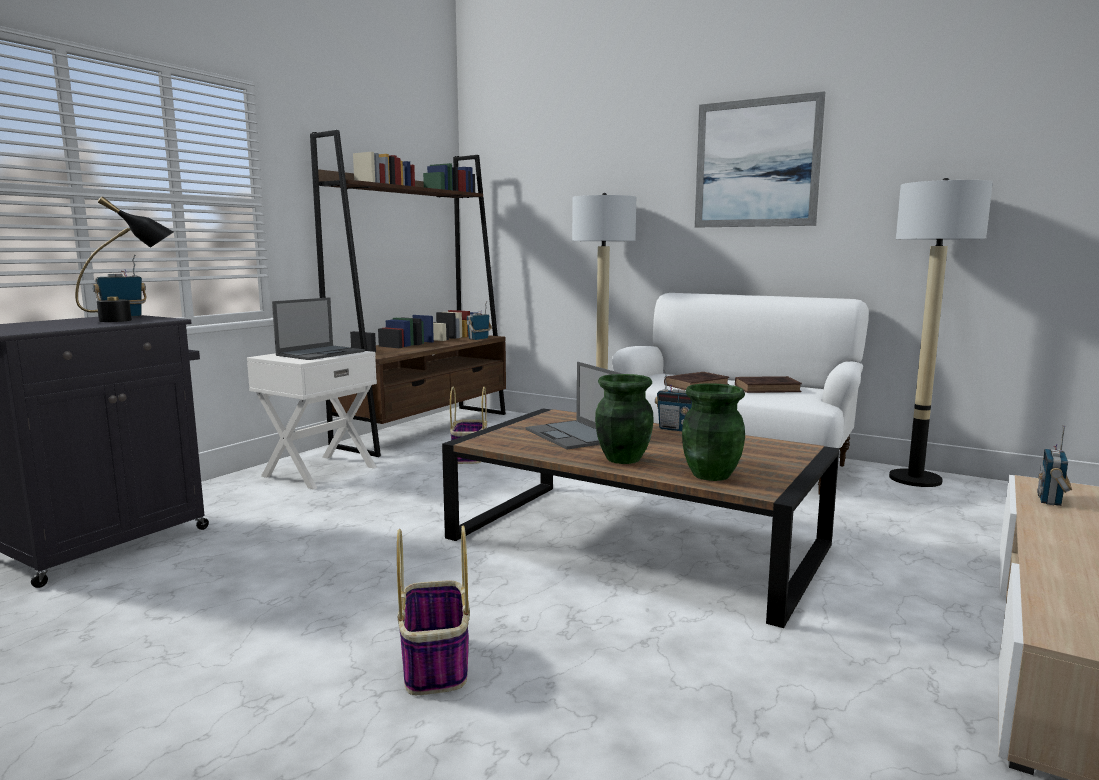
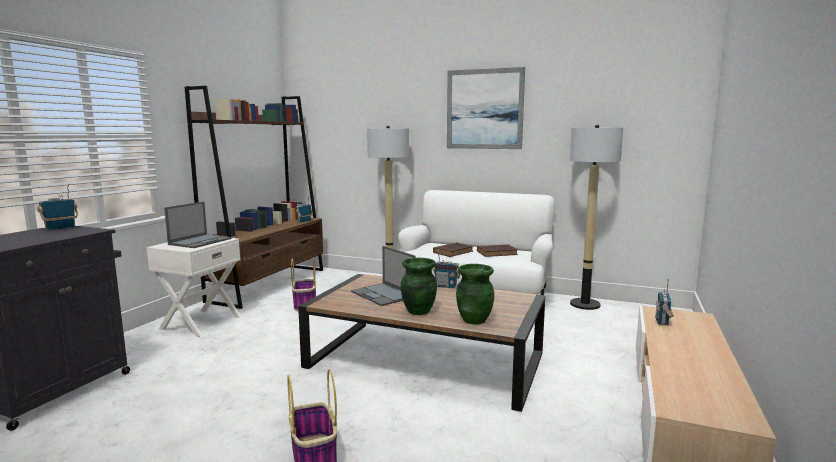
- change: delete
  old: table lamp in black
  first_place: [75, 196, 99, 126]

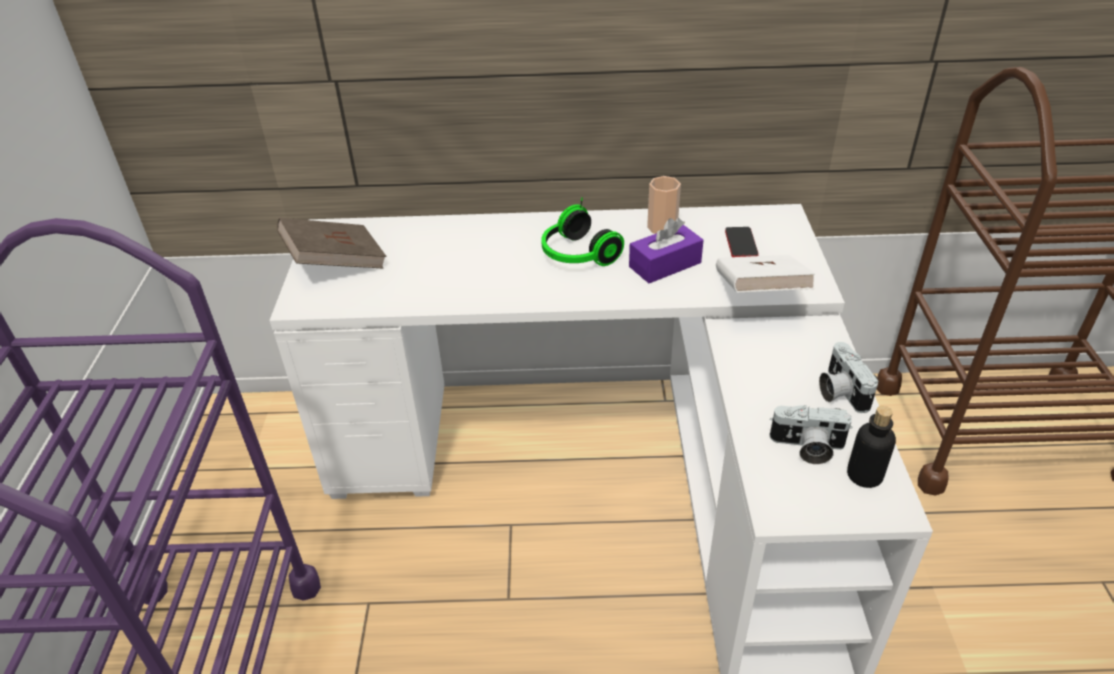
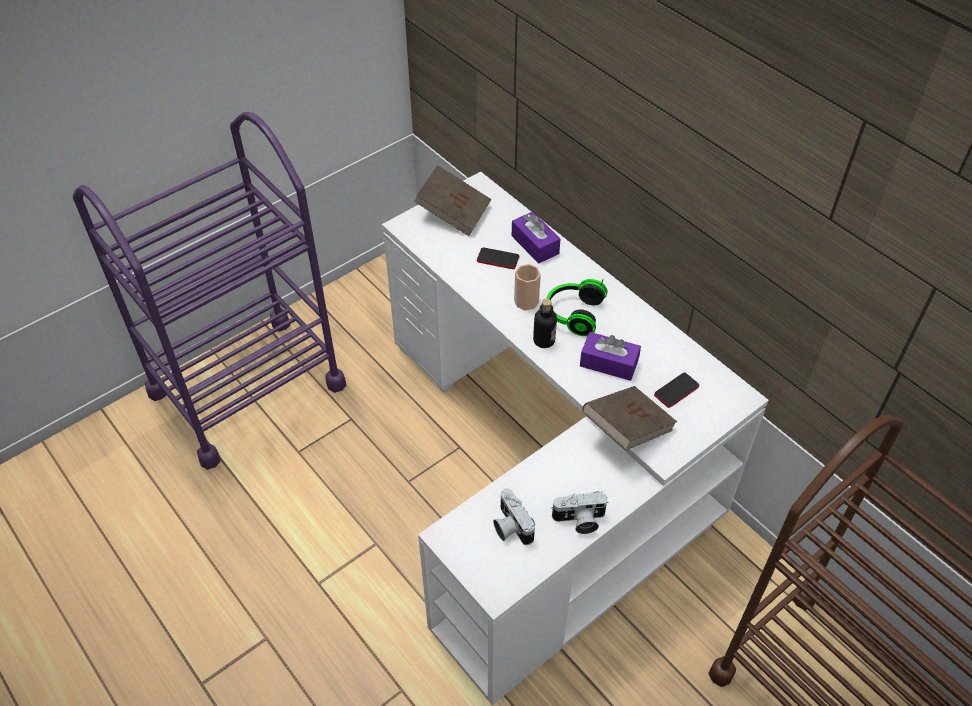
- change: insert
  new: phone
  second_place: [477, 248, 42, 21]
- change: insert
  new: tissue box in purple
  second_place: [512, 211, 48, 52]
- change: move
  old: cup
  first_place: [647, 176, 34, 58]
  second_place: [514, 264, 27, 47]
- change: move
  old: bottle
  first_place: [847, 406, 49, 82]
  second_place: [533, 299, 24, 49]
- change: recolor
  old: book in white
  new: book in brown
  first_place: [716, 255, 99, 38]
  second_place: [582, 386, 95, 64]
- change: rotate
  old: photo camera
  first_place: [819, 342, 59, 71]
  second_place: [551, 491, 57, 43]
  degrees: -135

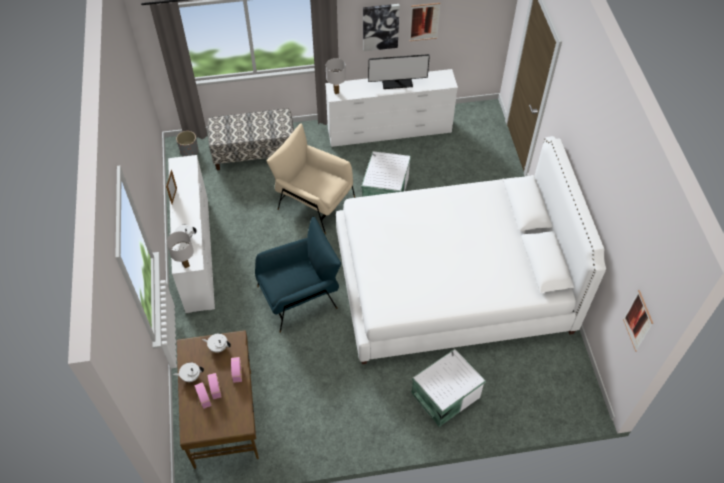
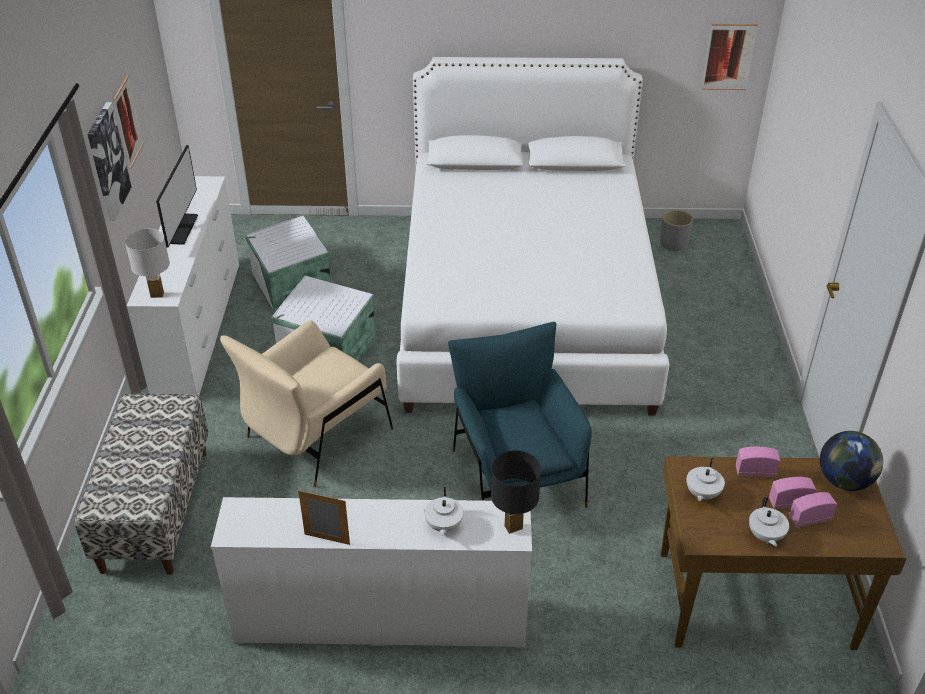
- change: insert
  new: globe
  second_place: [820, 431, 63, 60]
- change: move
  old: planter in grey
  first_place: [176, 131, 22, 25]
  second_place: [660, 210, 33, 41]
- change: move
  old: storage box in white
  first_place: [411, 349, 75, 78]
  second_place: [245, 216, 86, 97]
- change: recolor
  old: table lamp in white
  new: table lamp in black
  first_place: [166, 231, 28, 37]
  second_place: [491, 450, 50, 84]

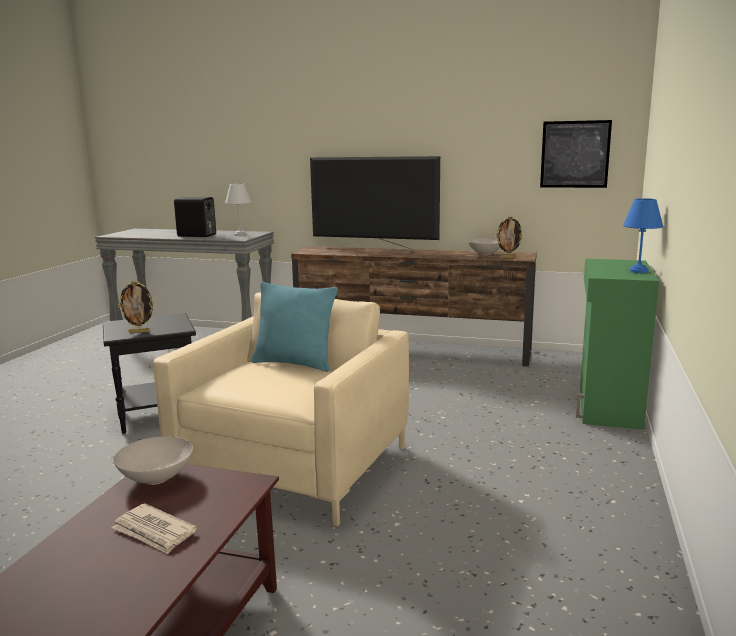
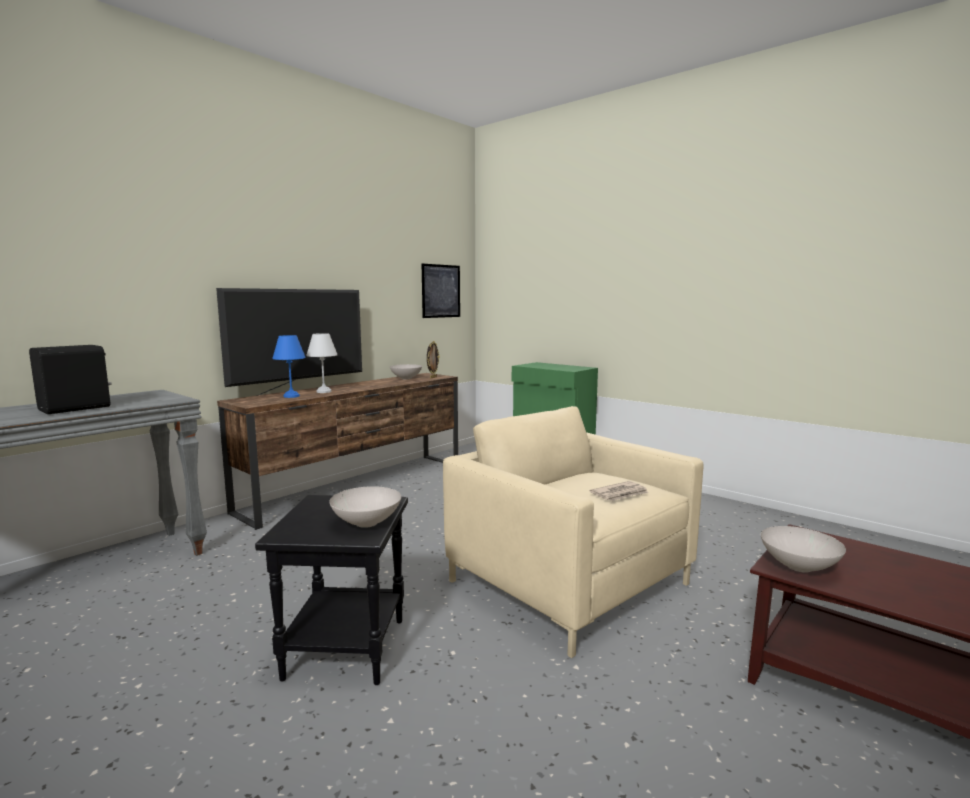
- change: delete
  old: pillow in turquoise
  first_place: [251, 282, 87, 90]
- change: move
  old: newspaper
  first_place: [112, 503, 85, 51]
  second_place: [590, 481, 59, 20]
- change: move
  old: table lamp in white
  first_place: [225, 183, 27, 53]
  second_place: [306, 333, 31, 60]
- change: move
  old: table lamp in blue
  first_place: [623, 198, 40, 75]
  second_place: [272, 335, 34, 63]
- change: replace
  old: picture frame
  new: bowl in white
  first_place: [118, 280, 37, 53]
  second_place: [329, 486, 72, 42]

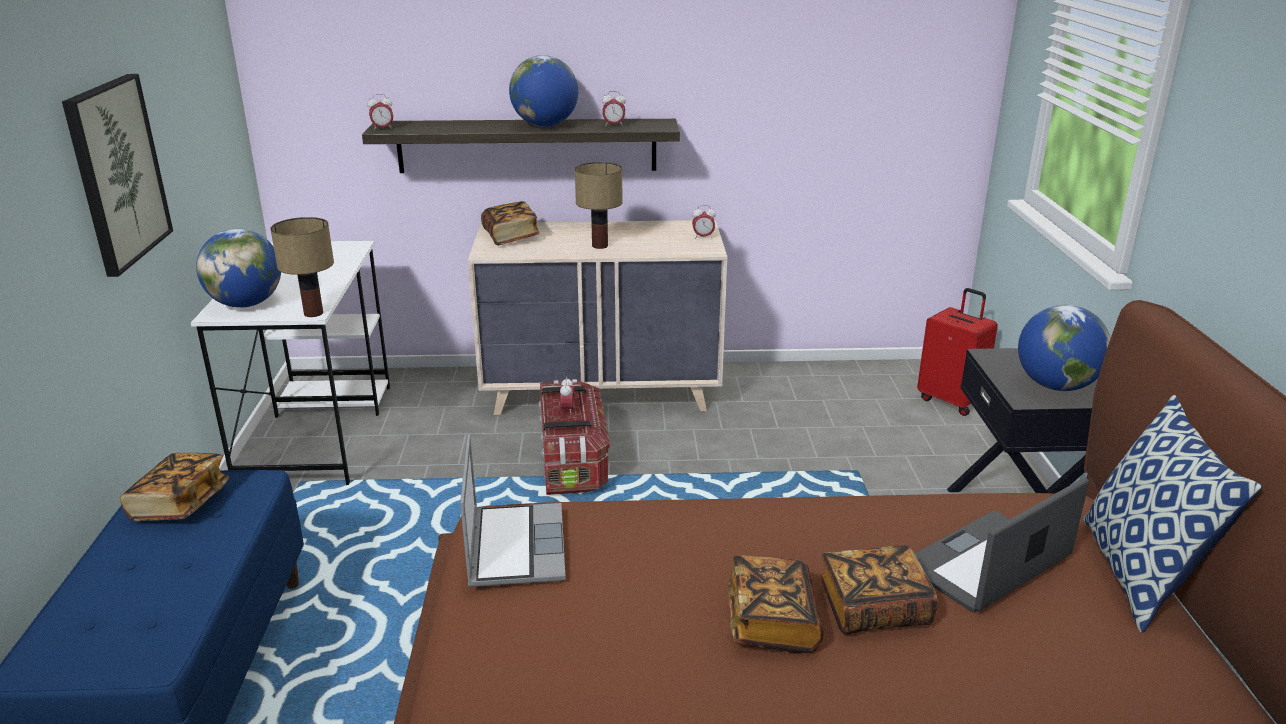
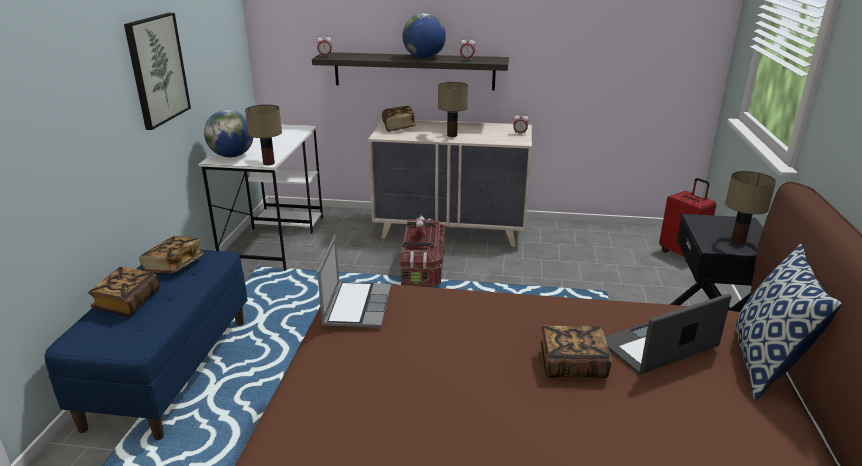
- change: move
  old: book
  first_place: [728, 555, 95, 98]
  second_place: [88, 267, 72, 50]
- change: replace
  old: globe
  new: table lamp
  first_place: [1018, 305, 93, 86]
  second_place: [725, 171, 51, 73]

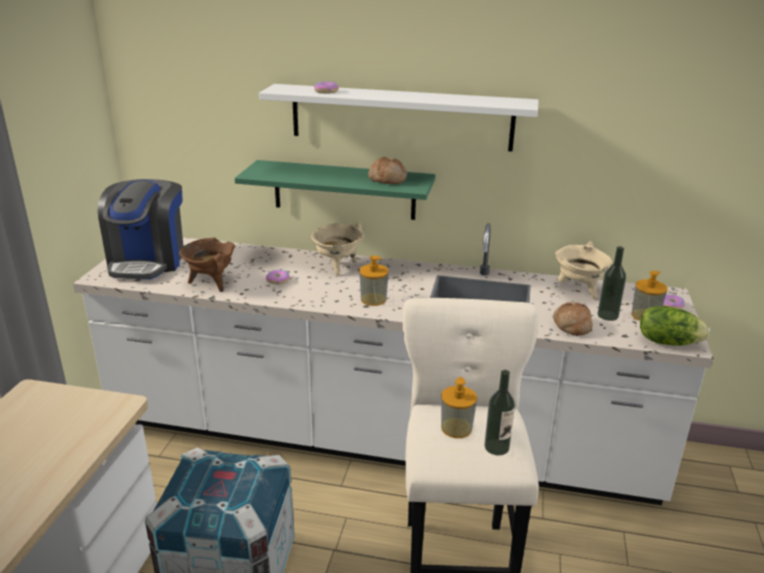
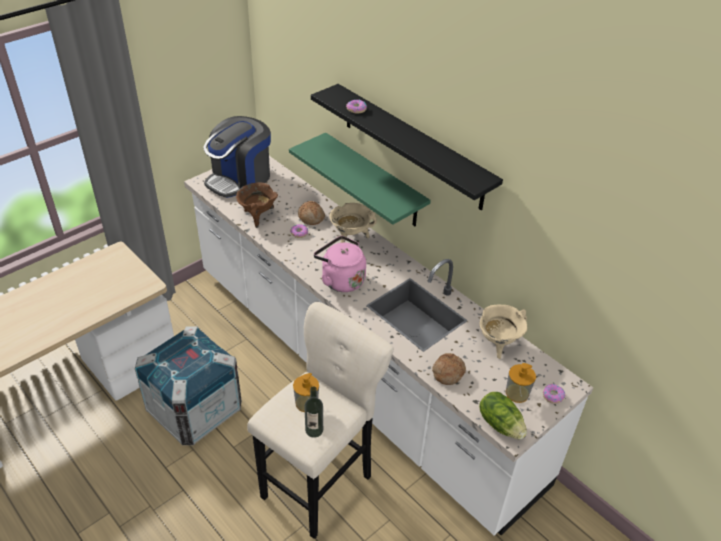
- change: delete
  old: bottle
  first_place: [597, 246, 29, 75]
- change: move
  old: bread
  first_place: [368, 157, 39, 27]
  second_place: [298, 201, 27, 24]
- change: replace
  old: soap dispenser
  new: kettle in pink
  first_place: [359, 255, 30, 51]
  second_place: [314, 236, 52, 56]
- change: recolor
  old: shelf in white
  new: shelf in black
  first_place: [259, 84, 280, 67]
  second_place: [311, 84, 192, 126]

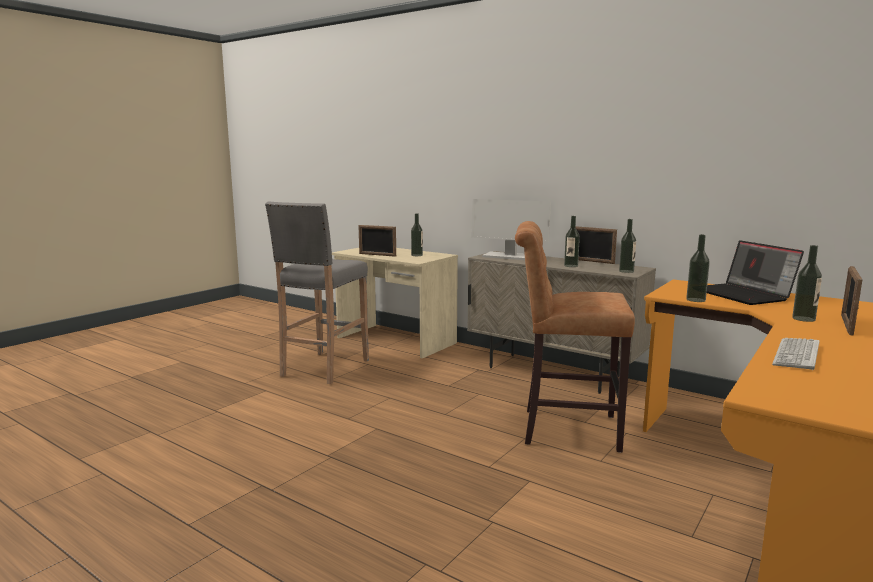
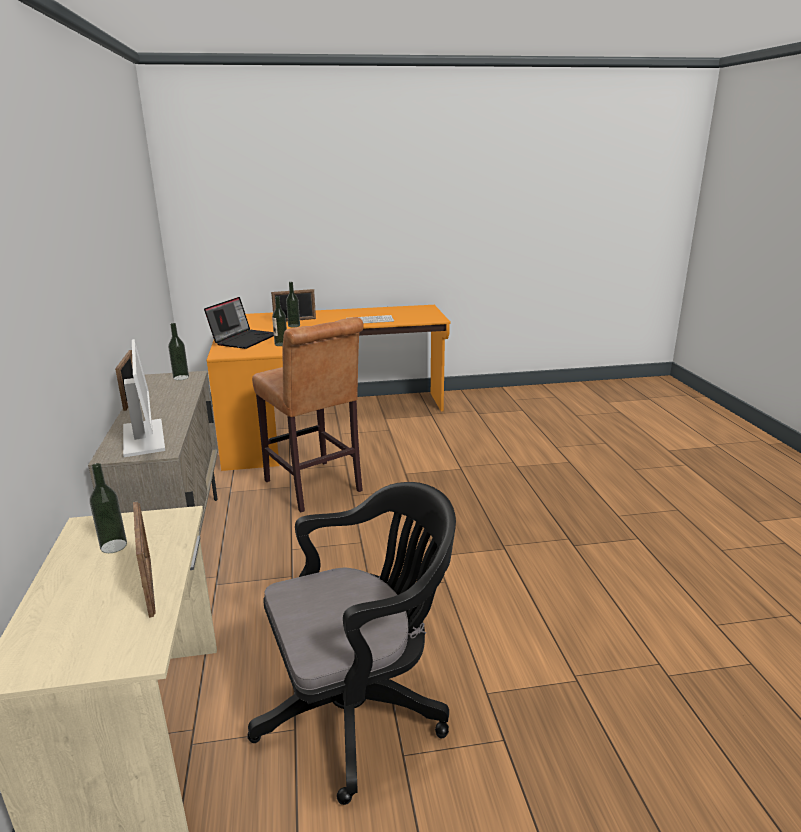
- change: delete
  old: bottle
  first_place: [564, 216, 16, 51]
- change: replace
  old: stool in grey
  new: office chair in black
  first_place: [265, 202, 104, 182]
  second_place: [247, 482, 209, 323]

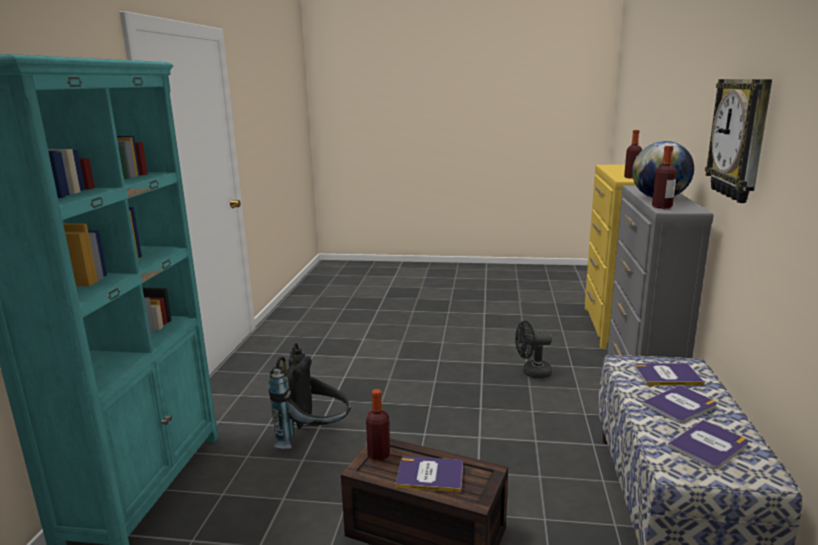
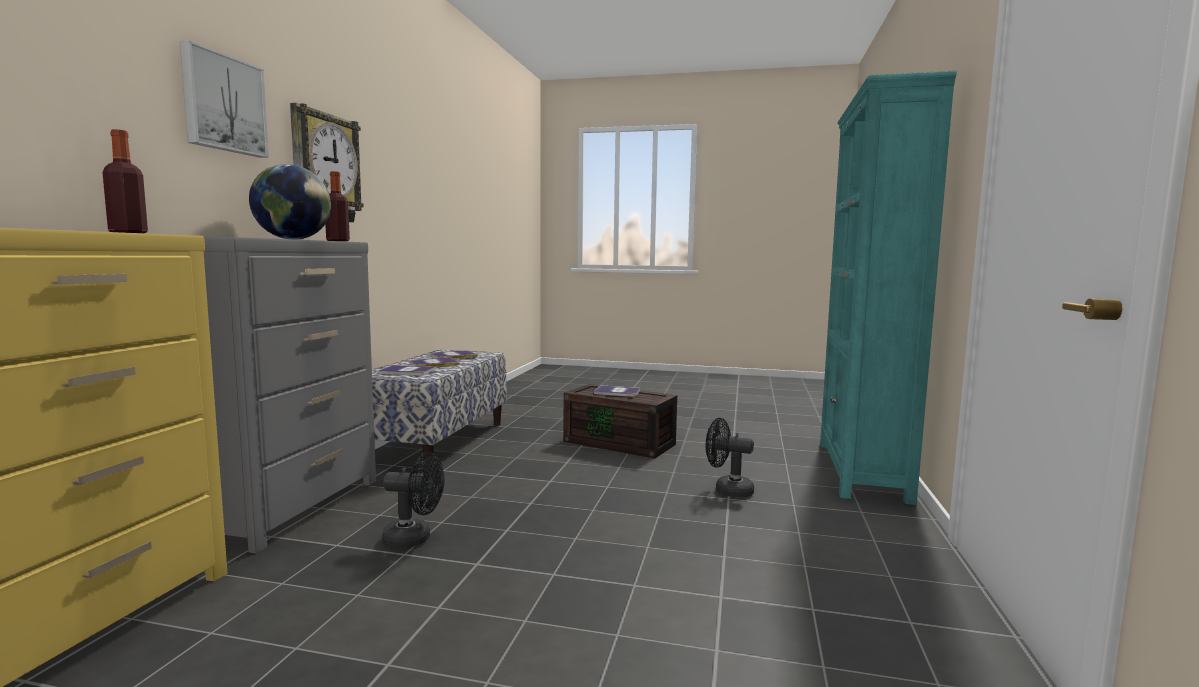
- change: delete
  old: bottle
  first_place: [366, 389, 24, 72]
- change: insert
  new: picture
  second_place: [180, 41, 89, 117]
- change: replace
  old: backpack in black
  new: fan in black
  first_place: [269, 343, 82, 106]
  second_place: [706, 418, 48, 80]

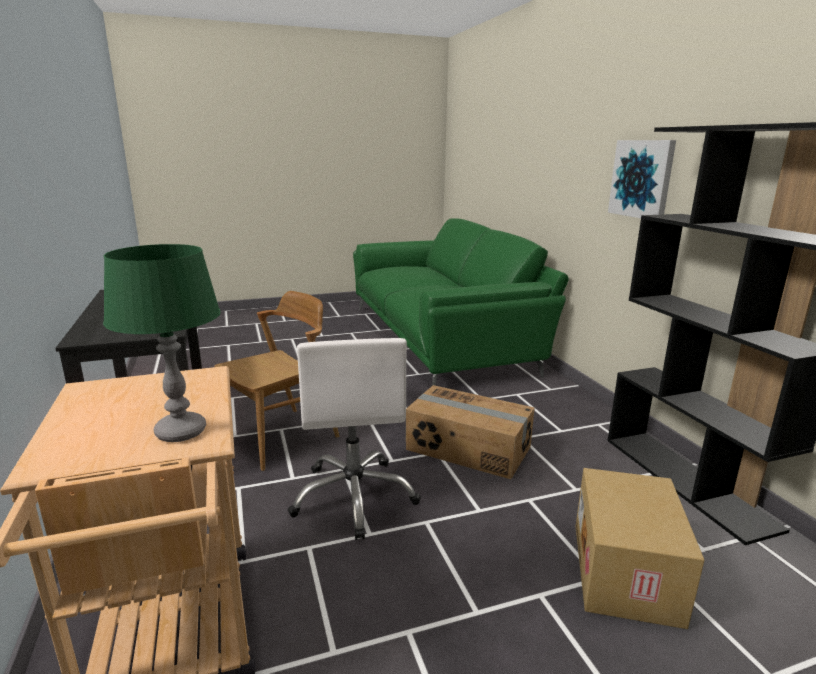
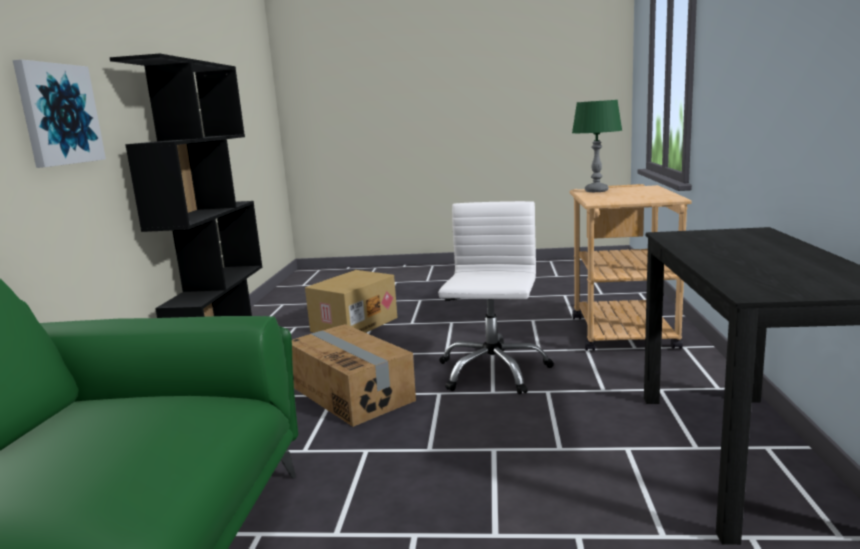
- change: delete
  old: chair in brown
  first_place: [214, 291, 125, 180]

